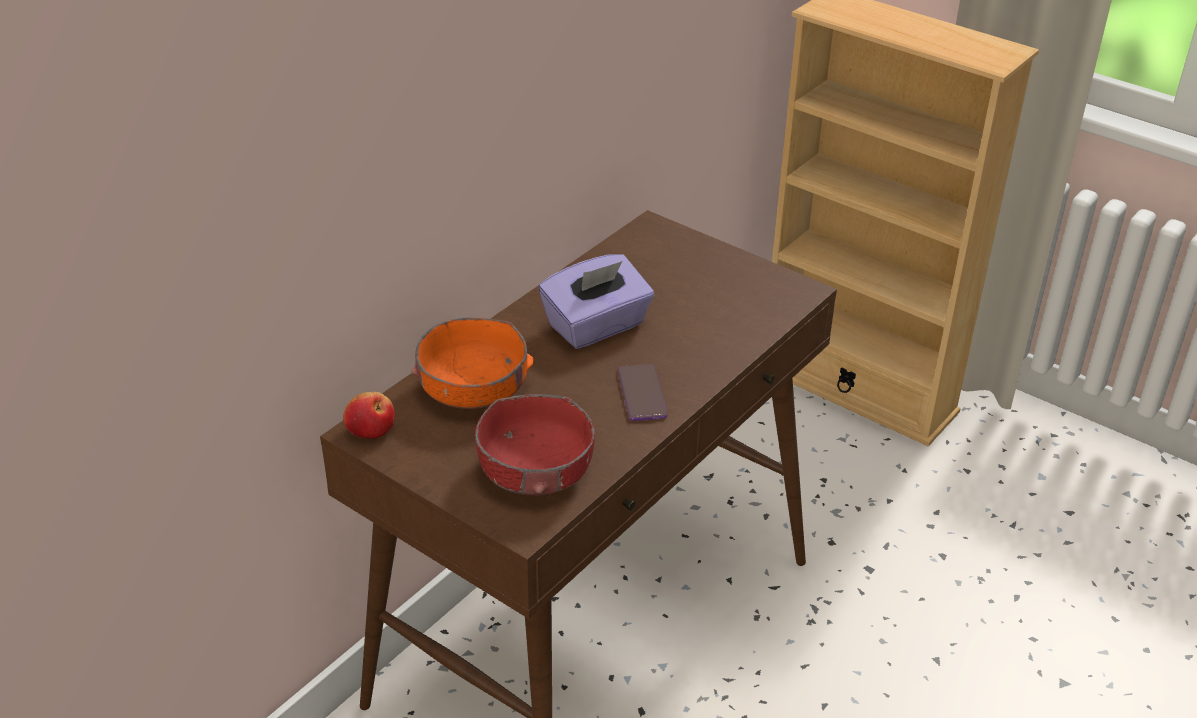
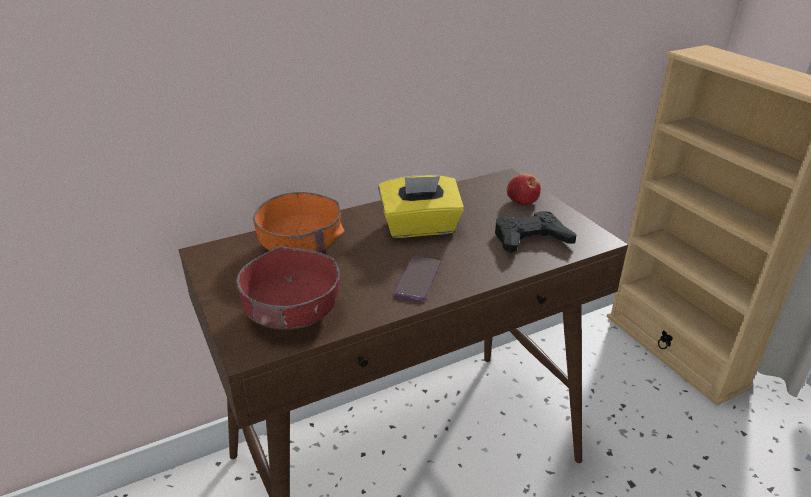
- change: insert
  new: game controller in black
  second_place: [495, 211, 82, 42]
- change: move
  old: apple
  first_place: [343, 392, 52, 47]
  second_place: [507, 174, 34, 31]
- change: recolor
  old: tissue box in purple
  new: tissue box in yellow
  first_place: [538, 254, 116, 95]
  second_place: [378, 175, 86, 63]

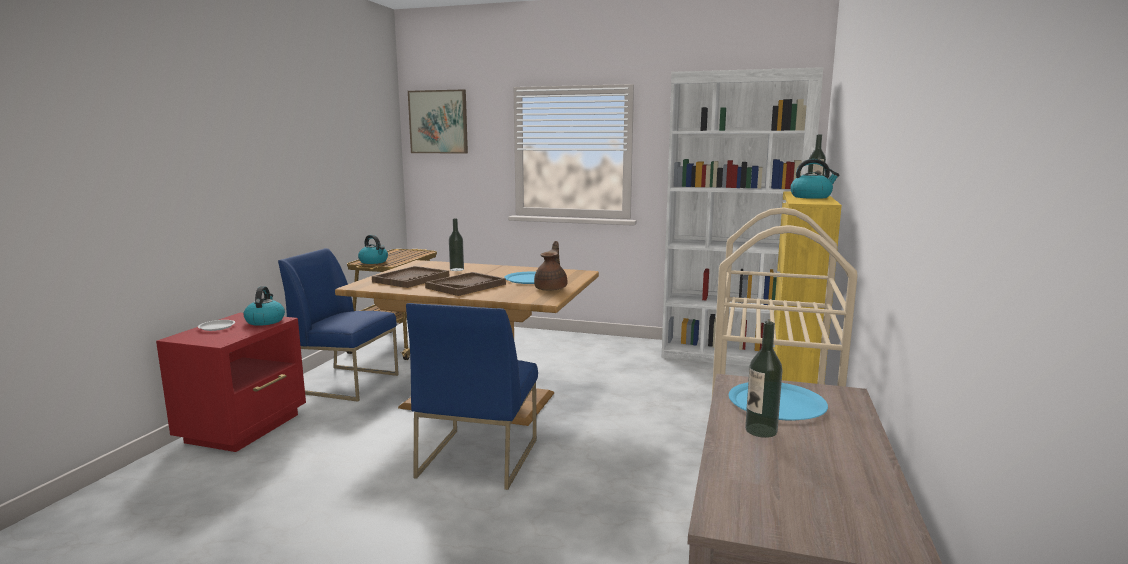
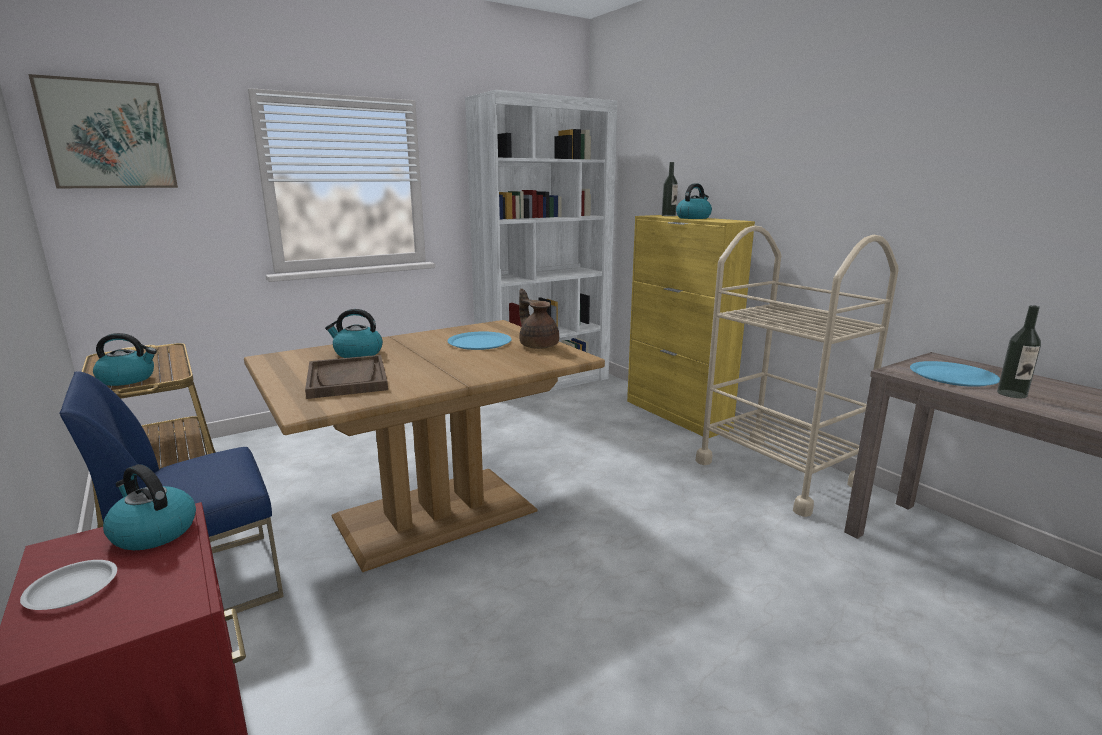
- change: delete
  old: chair in blue
  first_place: [406, 303, 132, 187]
- change: delete
  old: tray in brown
  first_place: [425, 272, 81, 24]
- change: replace
  old: bottle
  new: kettle
  first_place: [449, 218, 15, 53]
  second_place: [325, 309, 58, 49]

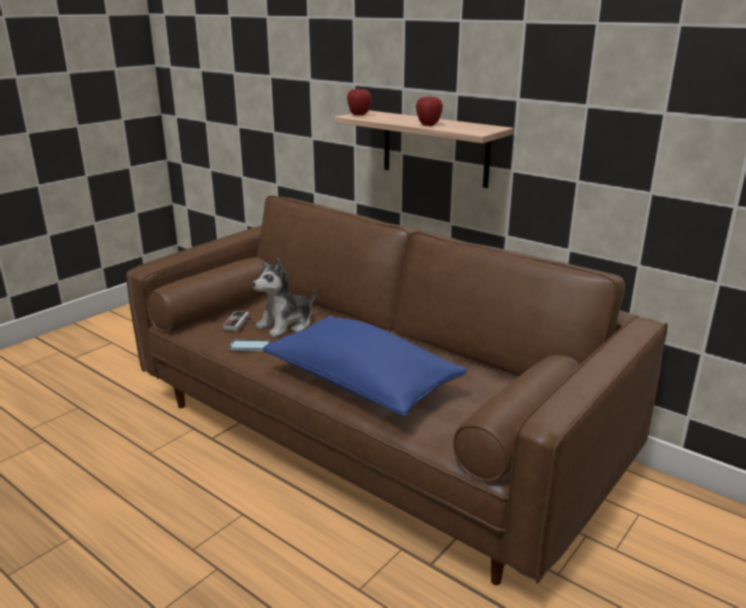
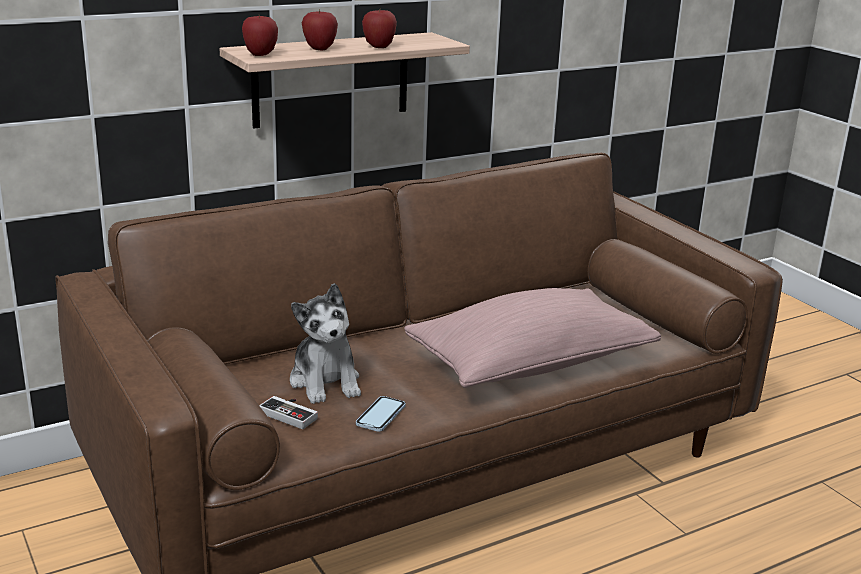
- change: insert
  new: apple
  second_place: [302, 10, 36, 40]
- change: recolor
  old: pillow in blue
  new: pillow in pink
  first_place: [263, 316, 204, 101]
  second_place: [404, 288, 257, 100]

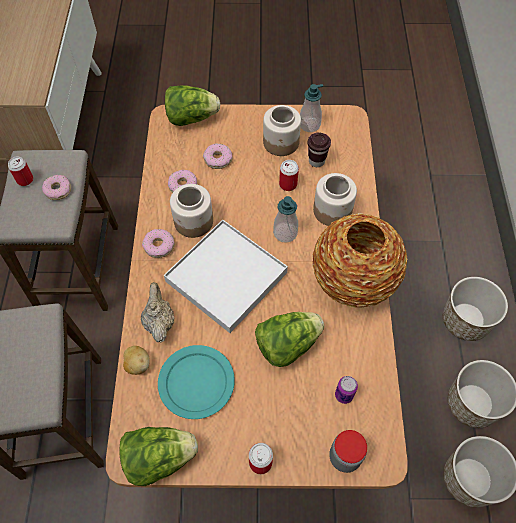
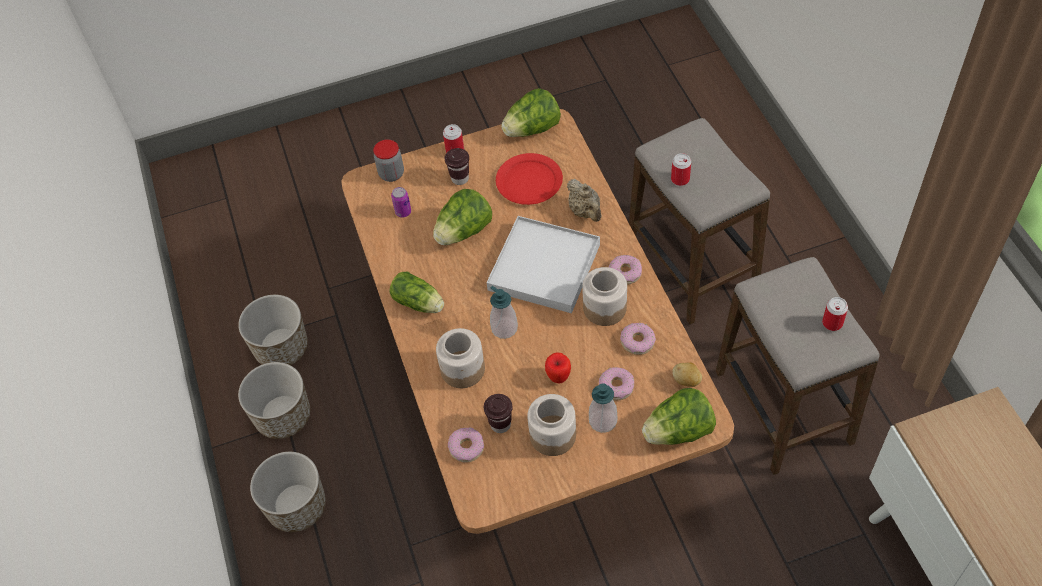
- change: insert
  new: cup in brown
  second_place: [445, 148, 24, 37]
- change: insert
  new: apple
  second_place: [545, 352, 26, 31]
- change: move
  old: donut
  first_place: [42, 175, 29, 25]
  second_place: [448, 427, 36, 36]
- change: move
  old: potato
  first_place: [123, 346, 27, 29]
  second_place: [672, 362, 30, 25]
- change: move
  old: can
  first_place: [279, 160, 20, 31]
  second_place: [671, 153, 20, 33]
- change: move
  old: soap dispenser
  first_place: [300, 84, 23, 48]
  second_place: [589, 383, 28, 50]
- change: replace
  old: vase
  new: lettuce
  first_place: [312, 213, 95, 95]
  second_place: [389, 271, 55, 42]
- change: recolor
  old: plate in turquoise
  new: plate in red
  first_place: [158, 345, 77, 74]
  second_place: [496, 153, 67, 52]

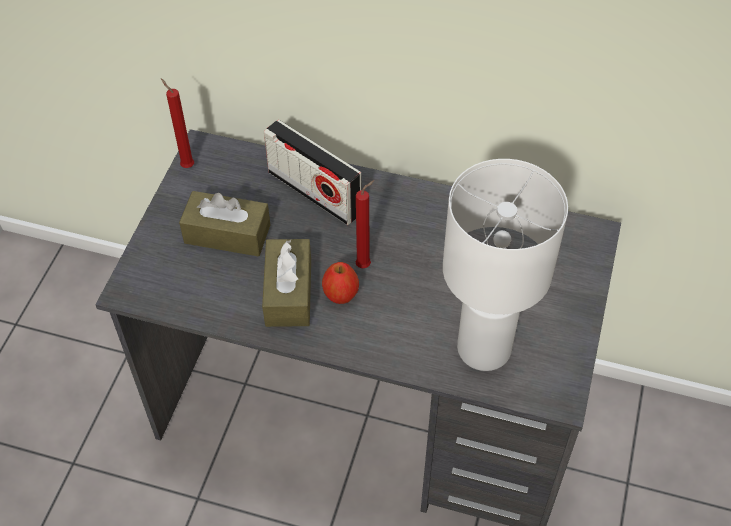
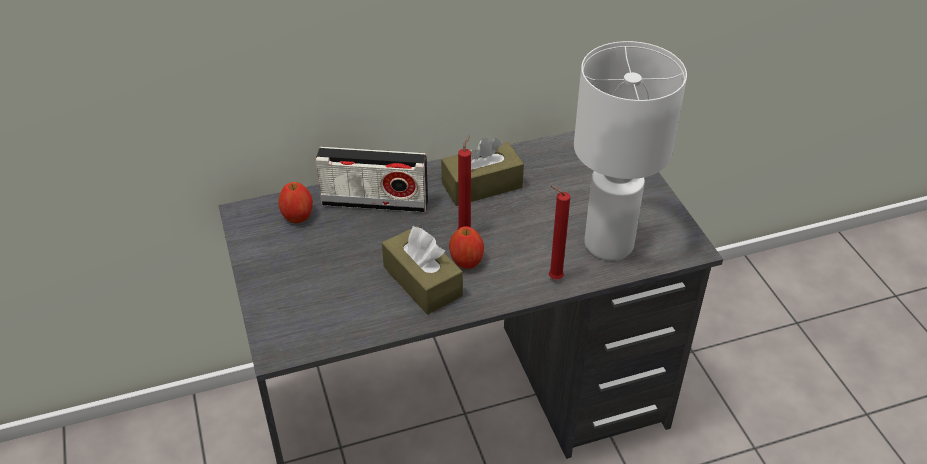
- change: insert
  new: apple
  second_place: [278, 182, 35, 41]
- change: move
  old: candle in red
  first_place: [161, 78, 33, 90]
  second_place: [549, 185, 21, 94]
- change: move
  old: tissue box in brown
  first_place: [179, 191, 91, 66]
  second_place: [441, 138, 83, 68]

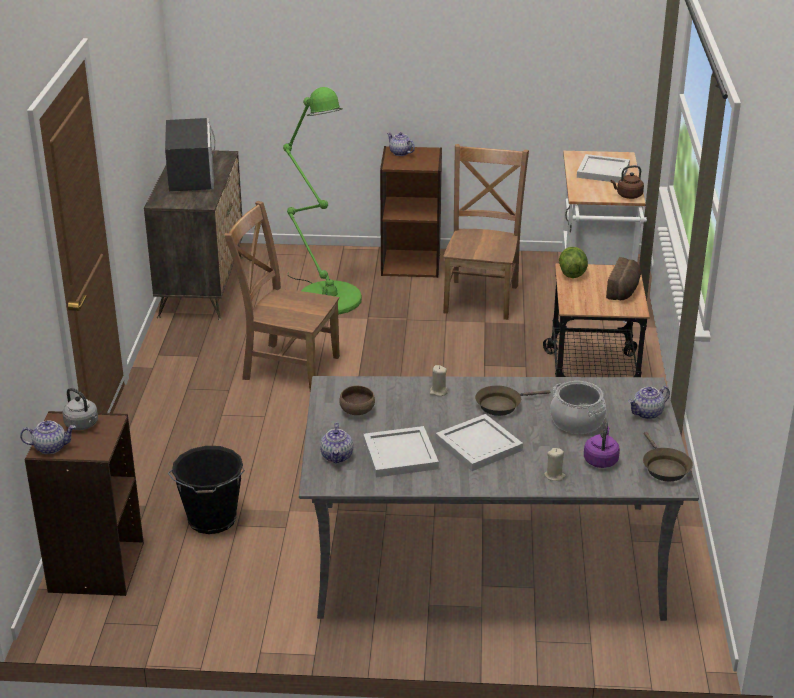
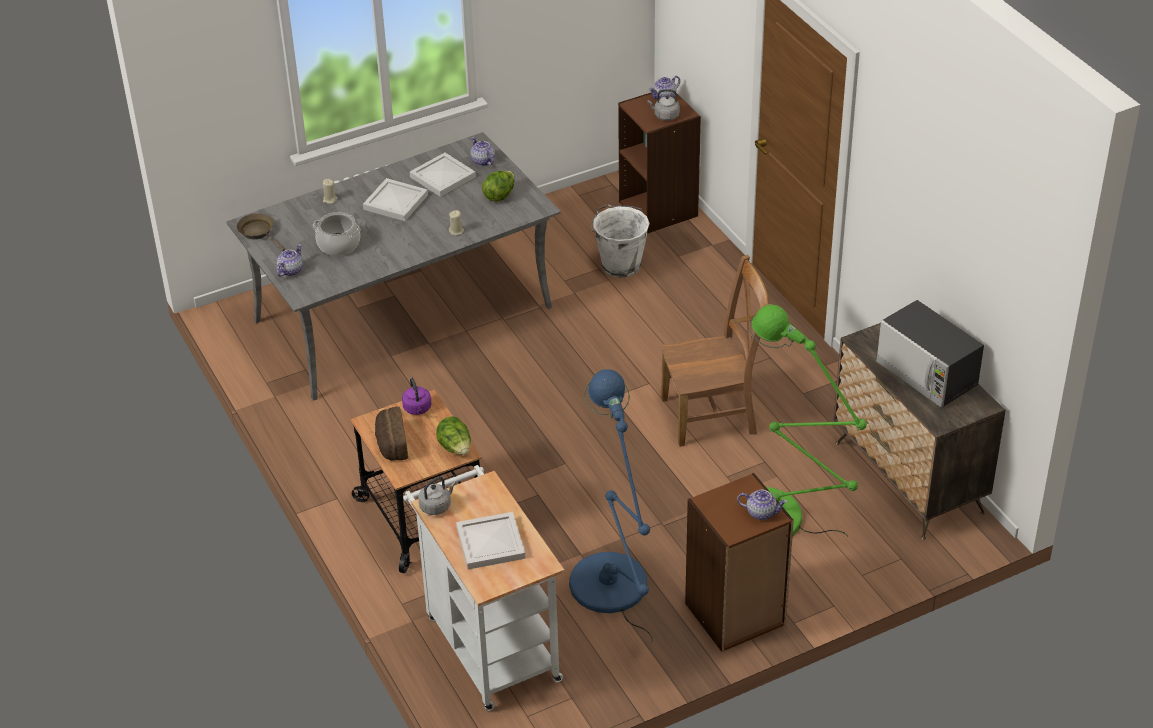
- change: delete
  old: frying pan in brown
  first_place: [475, 385, 75, 31]
- change: move
  old: kettle in purple
  first_place: [584, 422, 36, 46]
  second_place: [402, 378, 30, 37]
- change: replace
  old: bowl in brown
  new: lettuce
  first_place: [339, 386, 36, 29]
  second_place: [482, 171, 32, 31]
- change: replace
  old: chair in brown
  new: floor lamp in blue
  first_place: [443, 144, 86, 176]
  second_place: [569, 369, 84, 274]
- change: recolor
  old: bucket in black
  new: bucket in white
  first_place: [168, 446, 77, 88]
  second_place: [591, 204, 59, 74]
- change: recolor
  old: kettle in brown
  new: kettle in grey
  first_place: [611, 165, 33, 34]
  second_place: [418, 477, 38, 38]

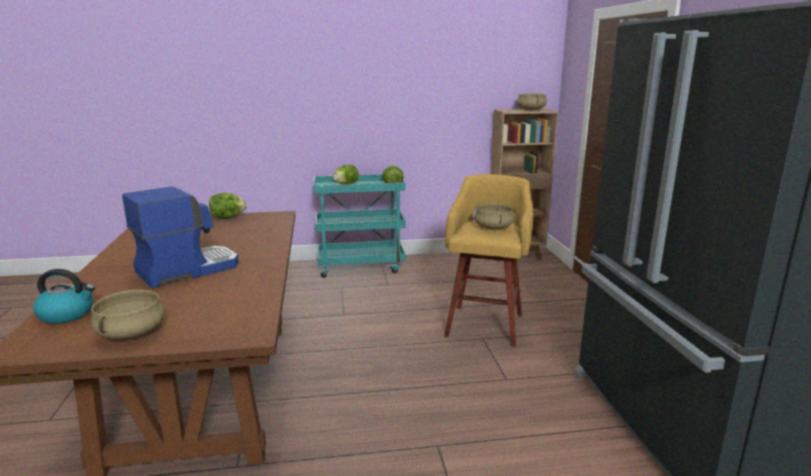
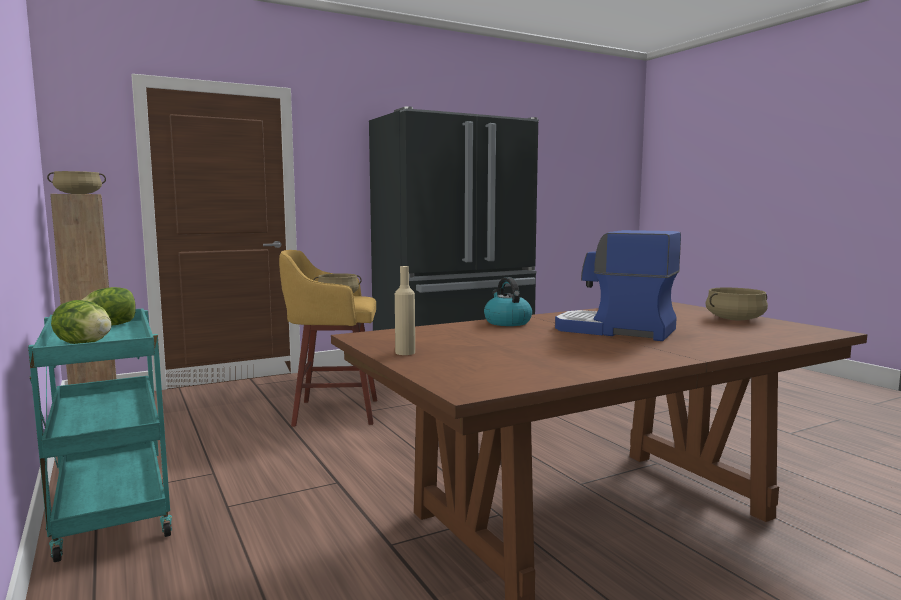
- change: move
  old: kettle
  first_place: [33, 269, 62, 55]
  second_place: [484, 277, 48, 49]
- change: replace
  old: lettuce
  new: bottle in beige
  first_place: [209, 193, 38, 26]
  second_place: [395, 266, 20, 89]

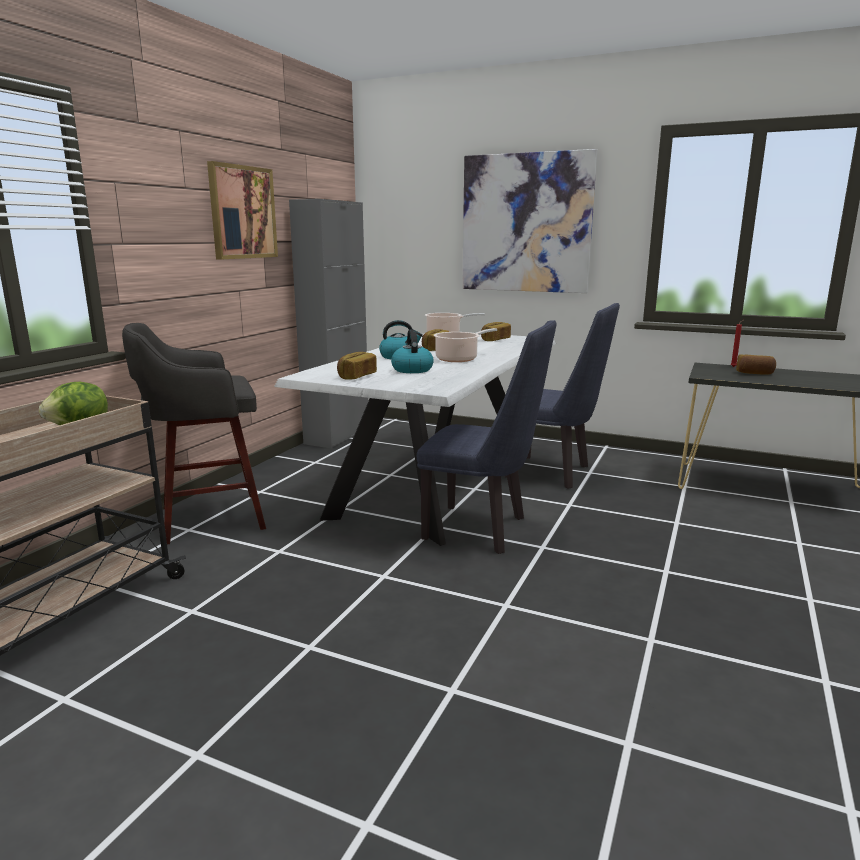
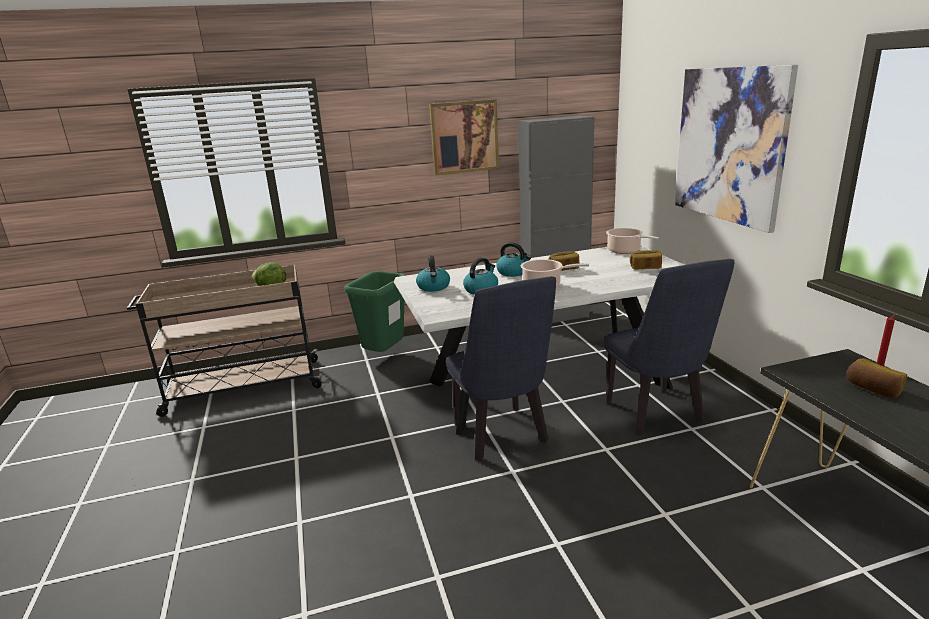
- change: replace
  old: stool in grey
  new: trash can in green
  first_place: [122, 323, 144, 221]
  second_place: [344, 271, 62, 81]
- change: replace
  old: bread
  new: kettle
  first_place: [337, 352, 40, 28]
  second_place: [416, 255, 34, 37]

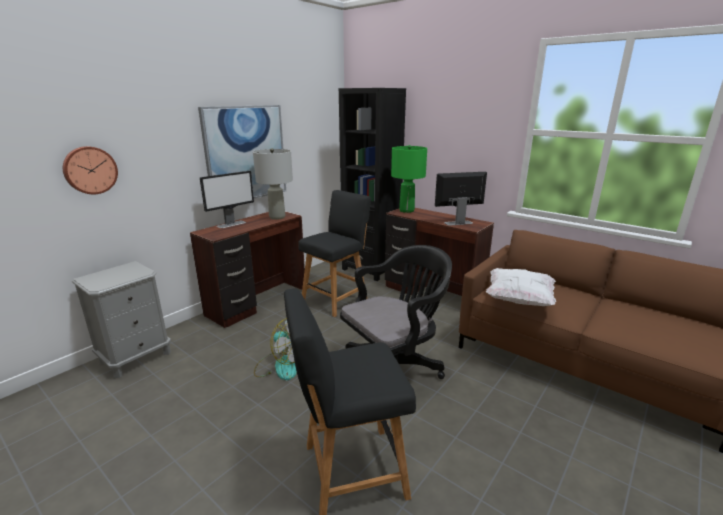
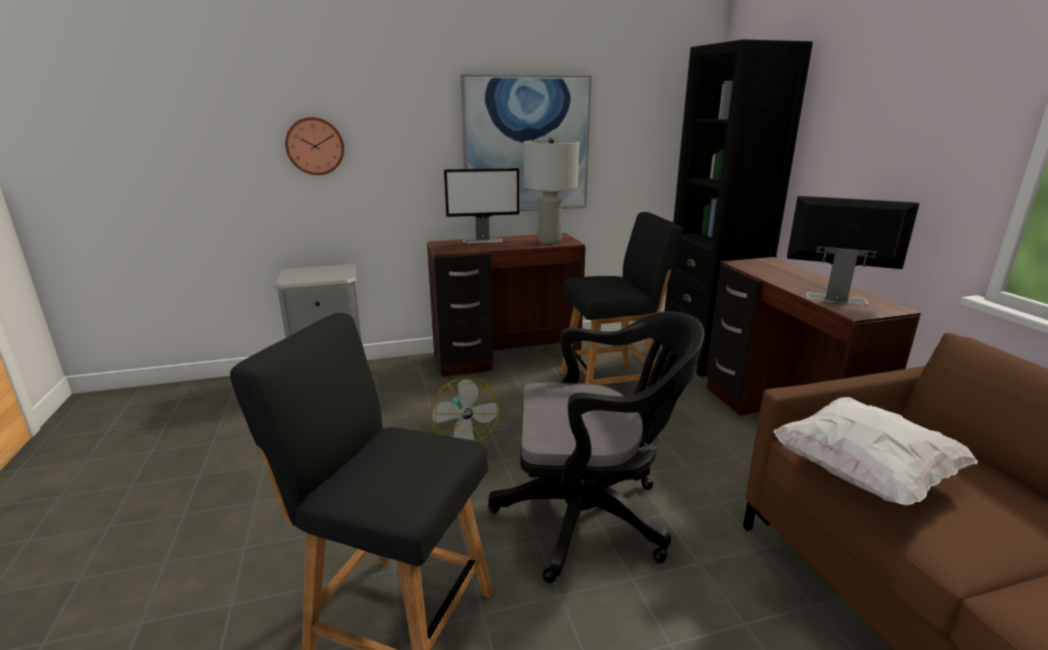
- change: delete
  old: table lamp in green
  first_place: [391, 145, 36, 68]

